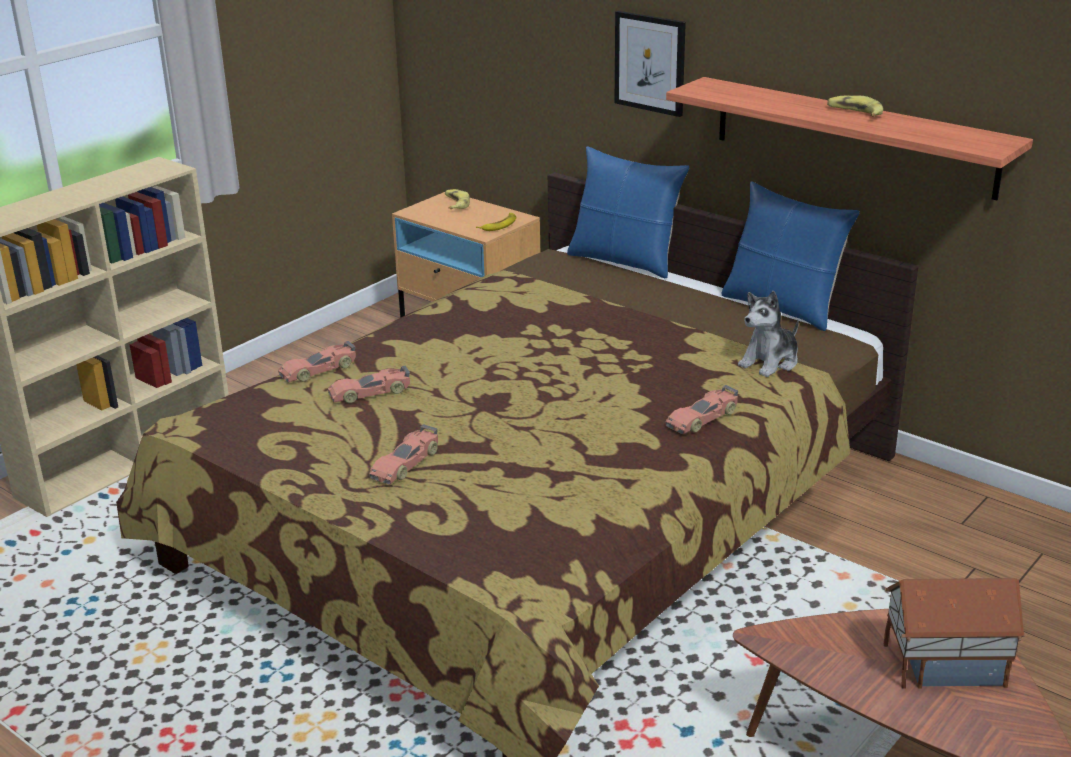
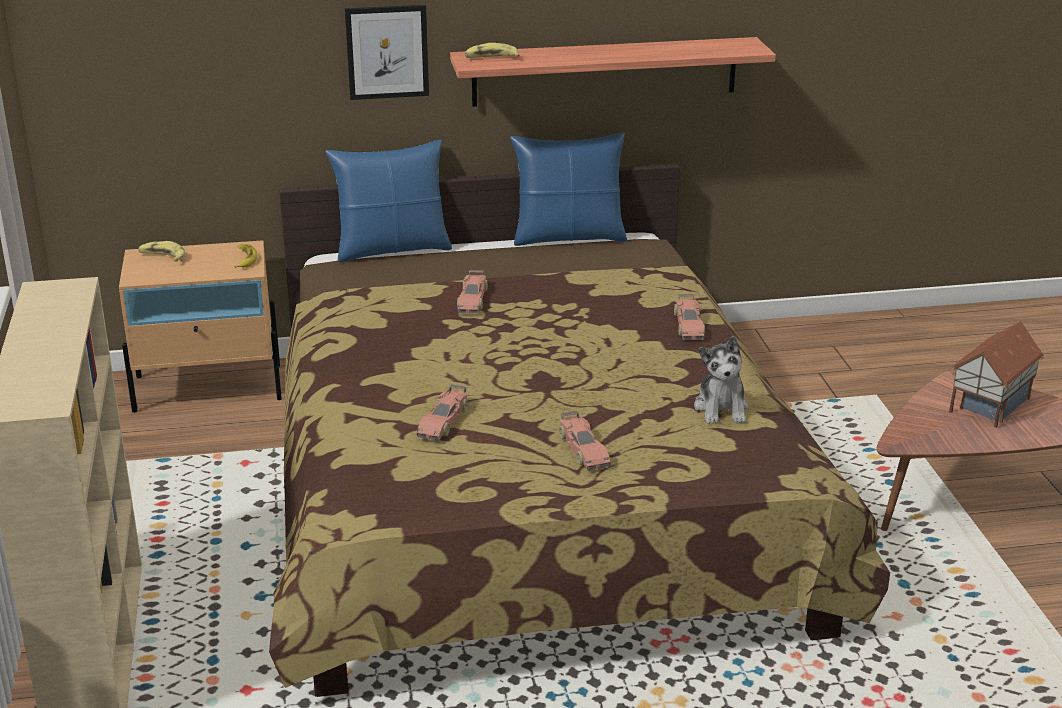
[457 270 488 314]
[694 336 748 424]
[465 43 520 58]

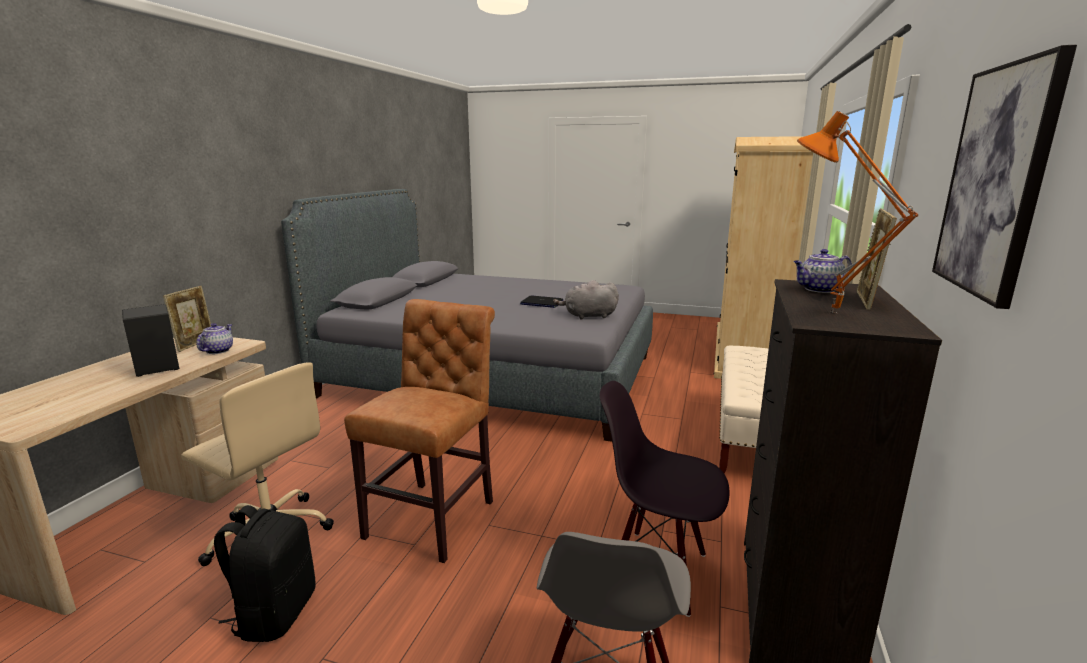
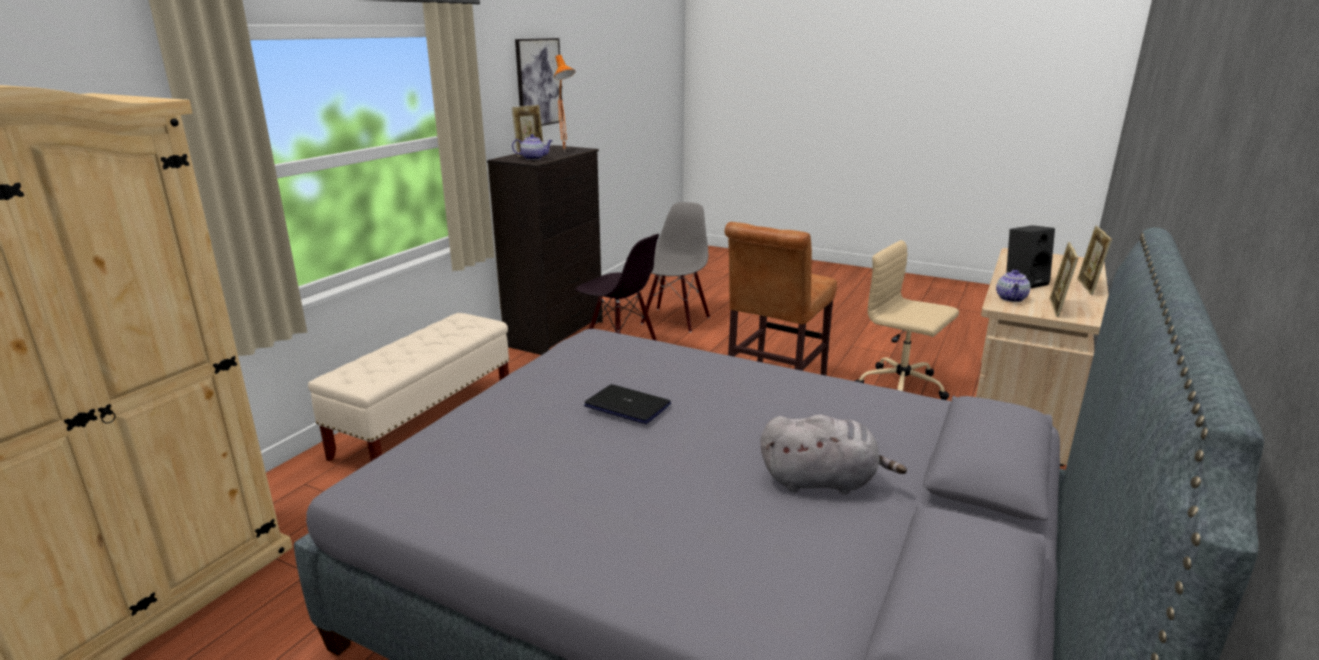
[214 505 316 642] (first image)
[761 415 907 494]
[1077 226 1112 295]

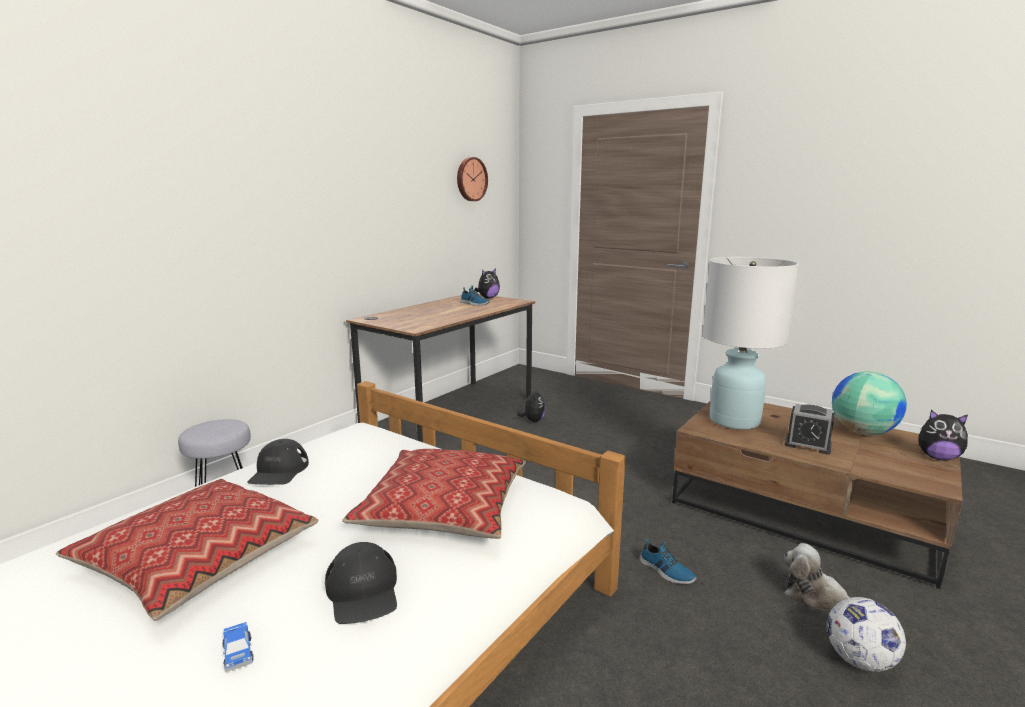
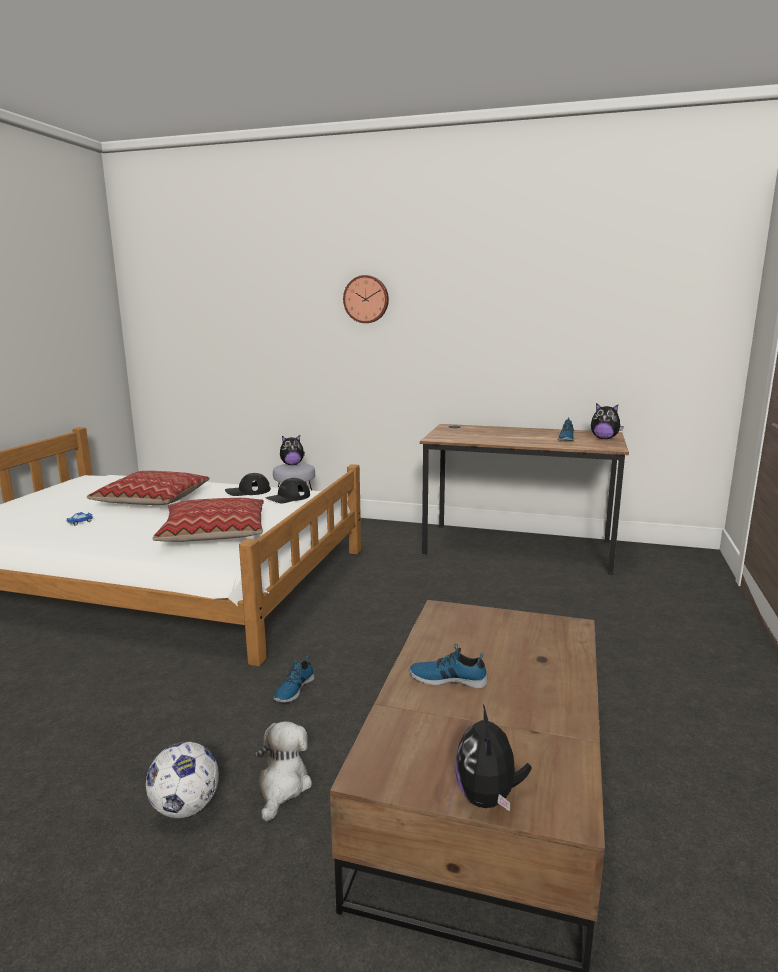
[265 478 310 503]
[343 275 389 323]
[280 435 305 465]
[703 257 799 430] (first image)
[410 644 488 689]
[832 372 907 435] (first image)

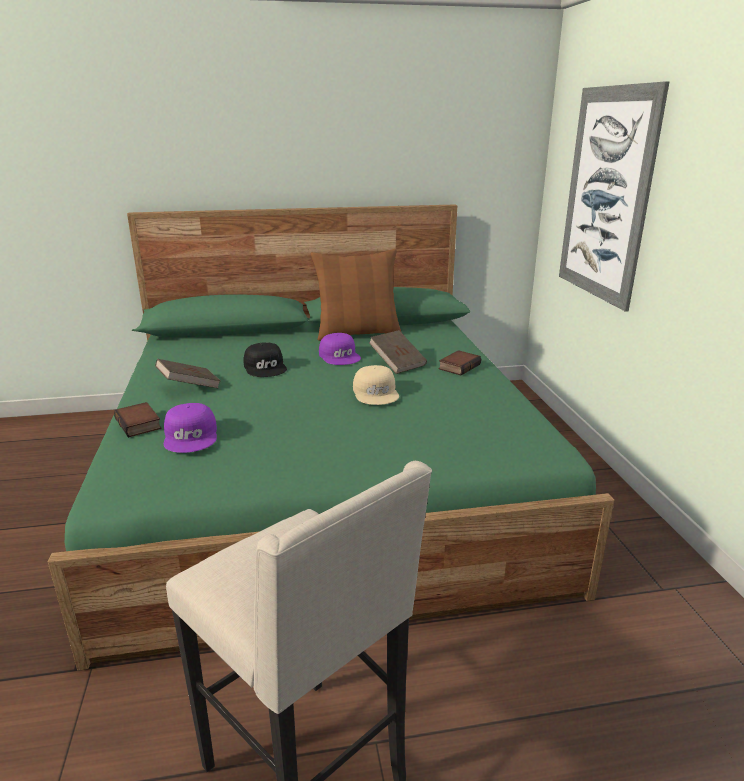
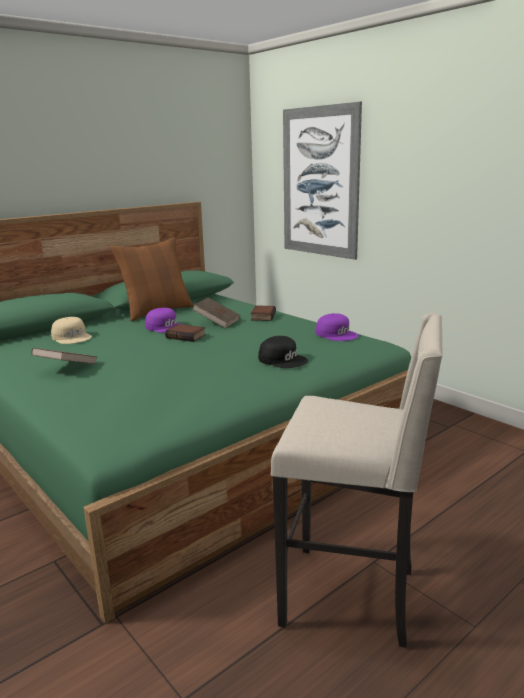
[165 324 206 342]
[316 313 359 341]
[258 336 308 368]
[51 317 92 344]

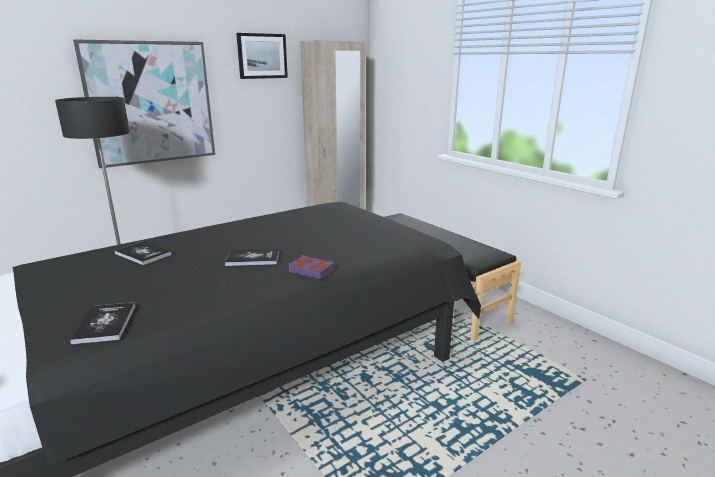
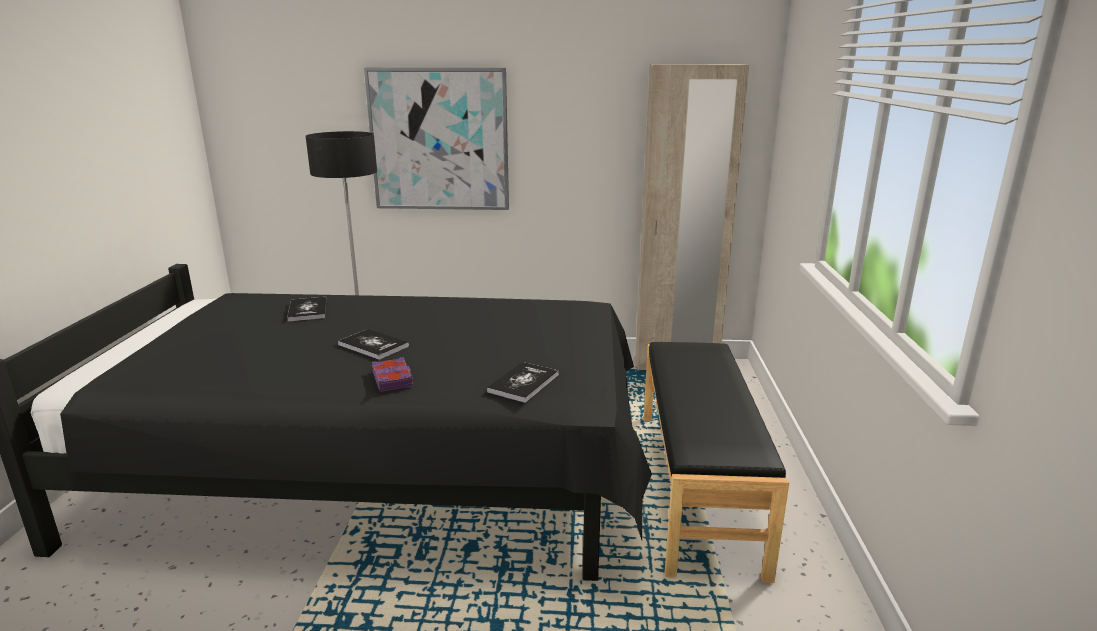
[487 362 559 403]
[236 33 288 79] (first image)

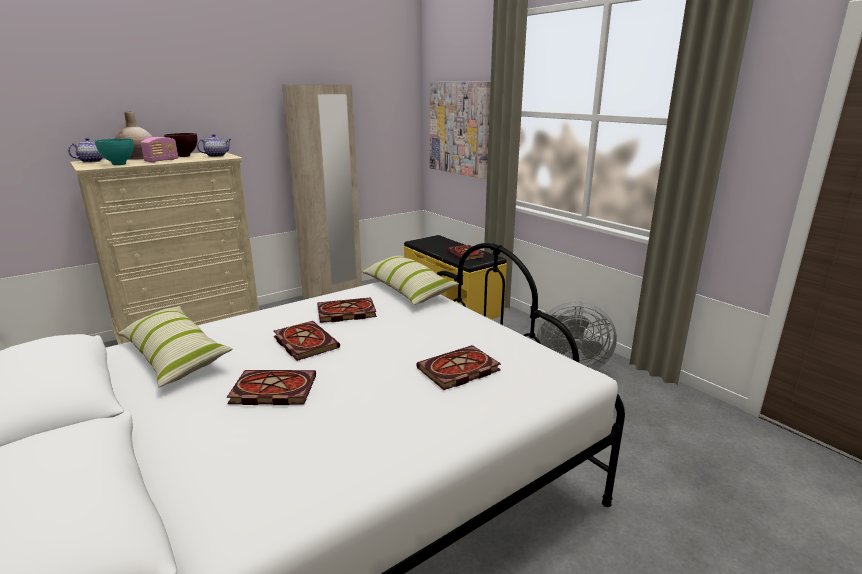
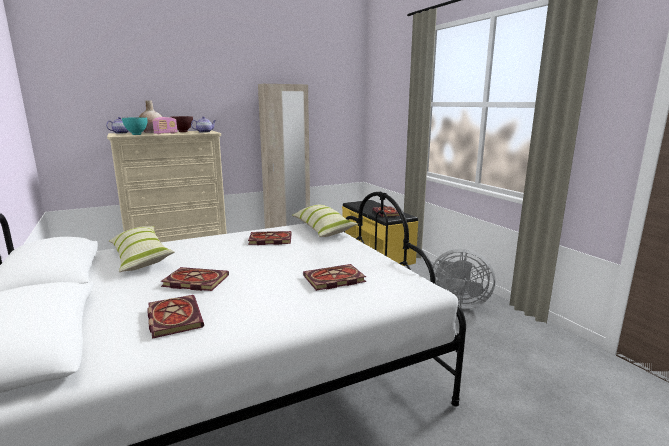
[147 295 204 339]
[430 81 491 179] (first image)

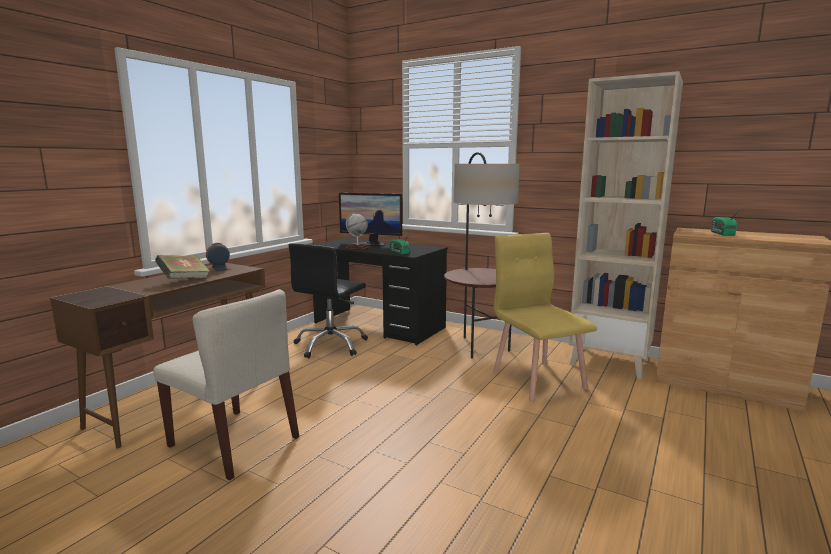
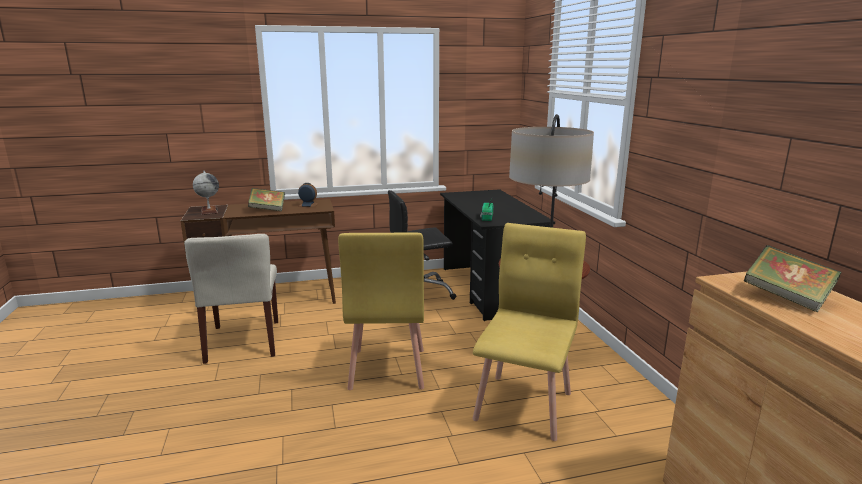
[339 193 402 246] (first image)
[193 171 219 215]
[569 71 683 380] (first image)
[744 245 841 313]
[338 232 424 390]

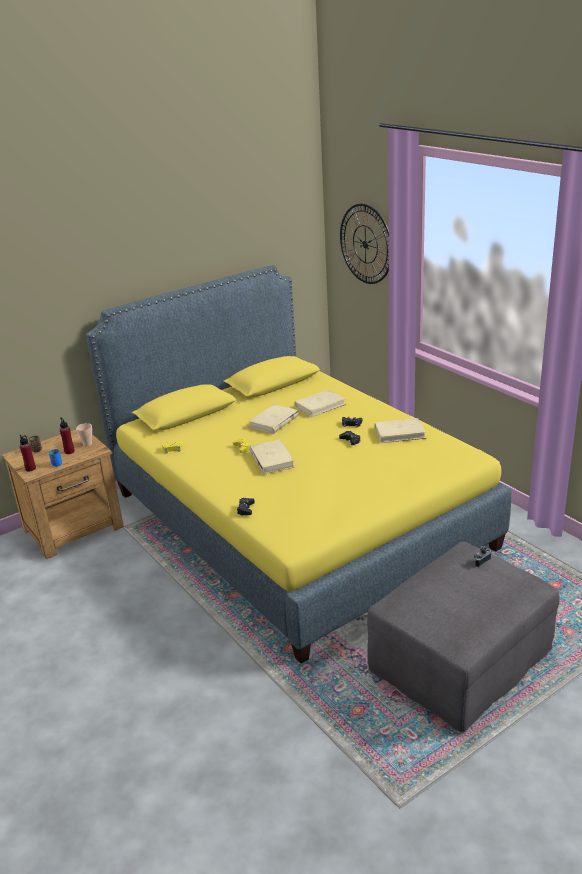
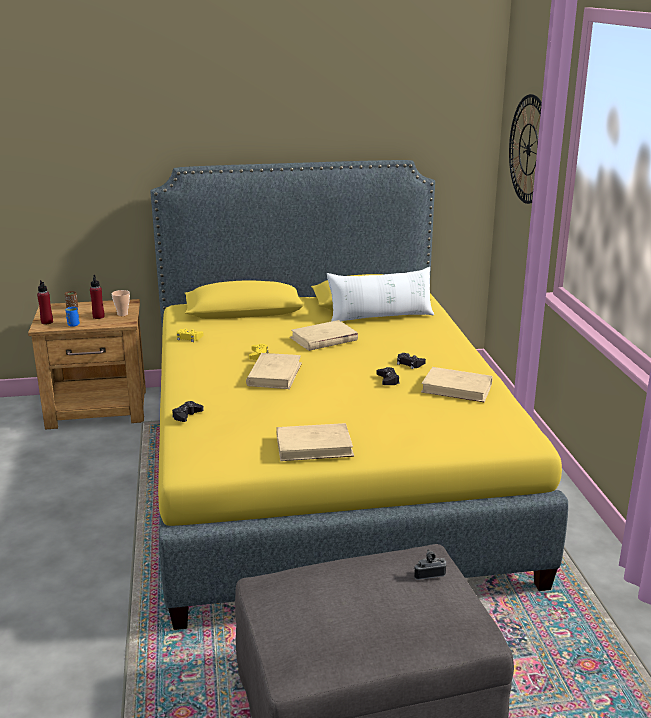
[276 423 354 461]
[327 267 434 321]

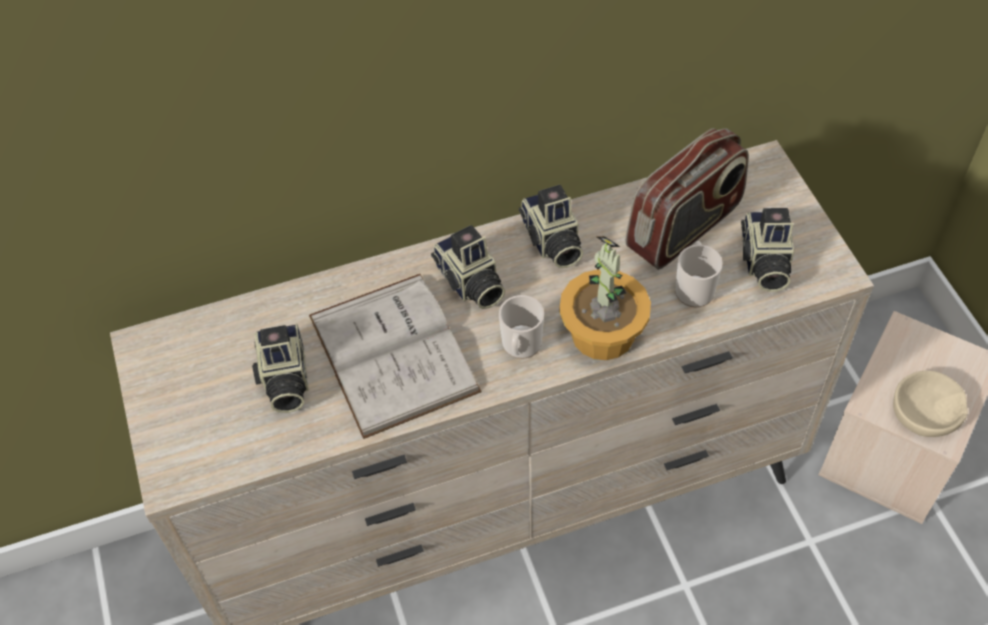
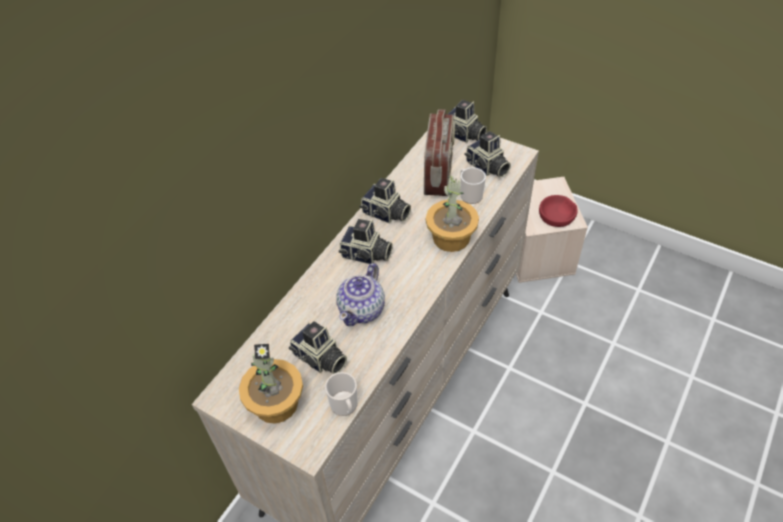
[336 263 385 326]
[325 372 358 416]
[539 195 578 227]
[239 344 303 424]
[448 100 487 143]

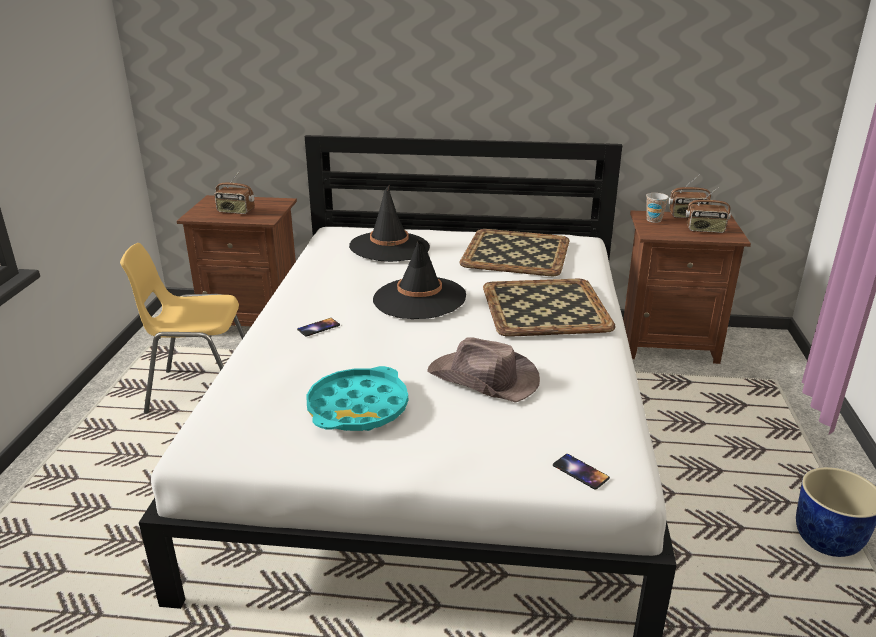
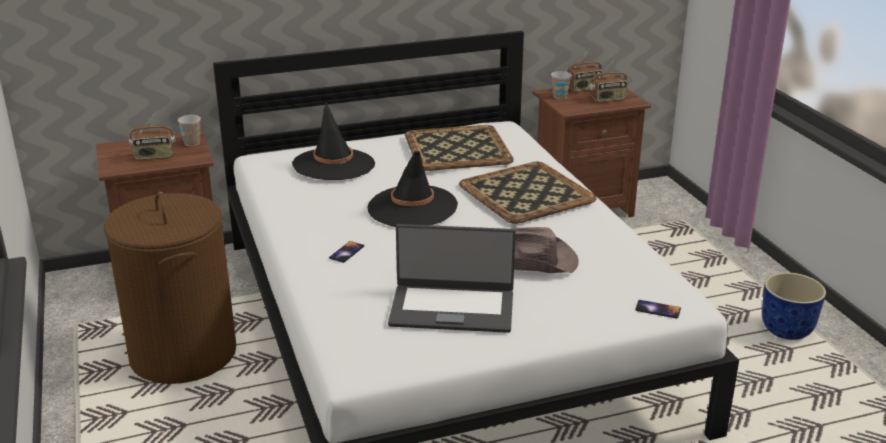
[103 193 236 384]
[388 224 515 333]
[178 115 201 146]

